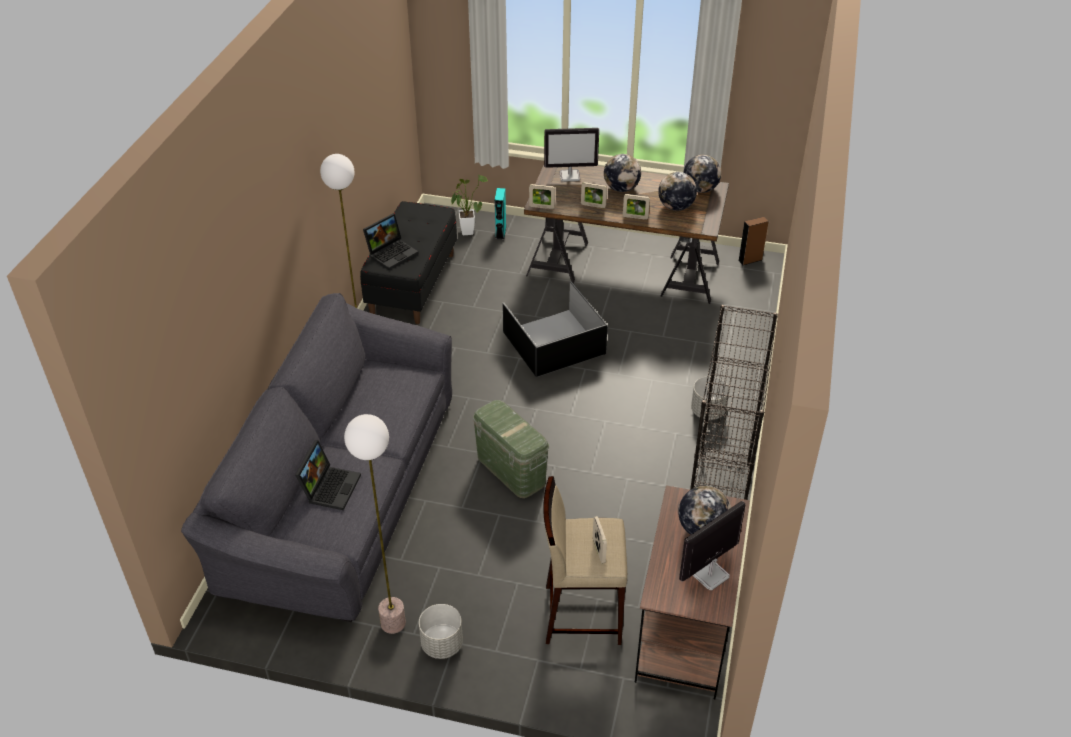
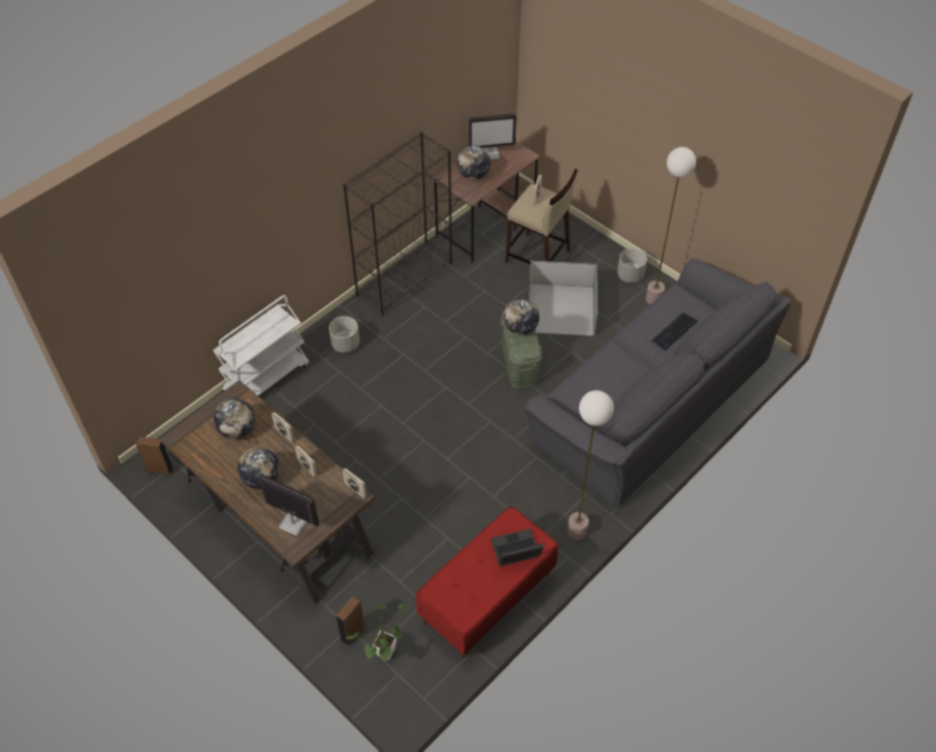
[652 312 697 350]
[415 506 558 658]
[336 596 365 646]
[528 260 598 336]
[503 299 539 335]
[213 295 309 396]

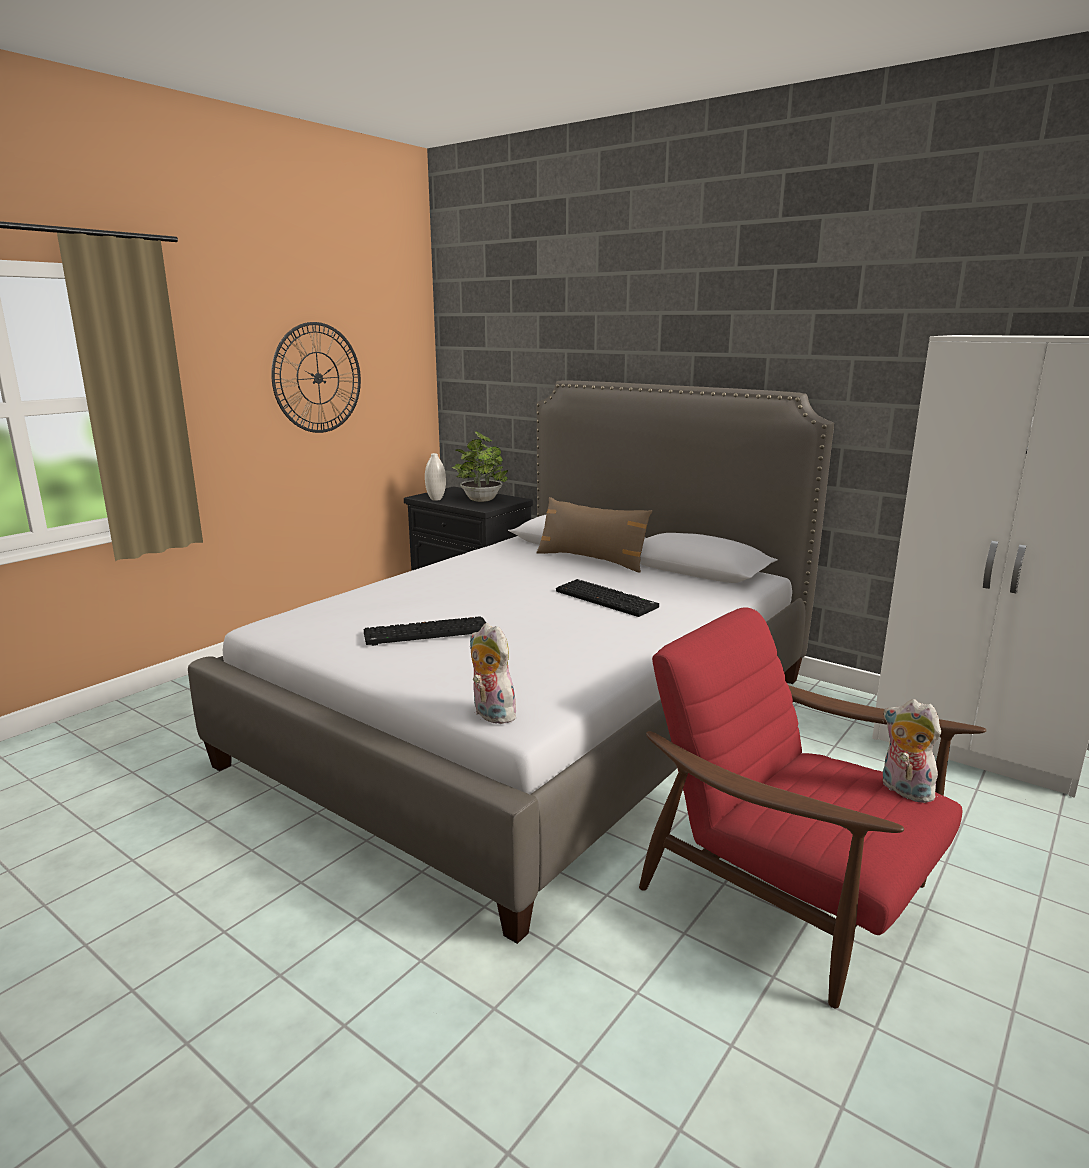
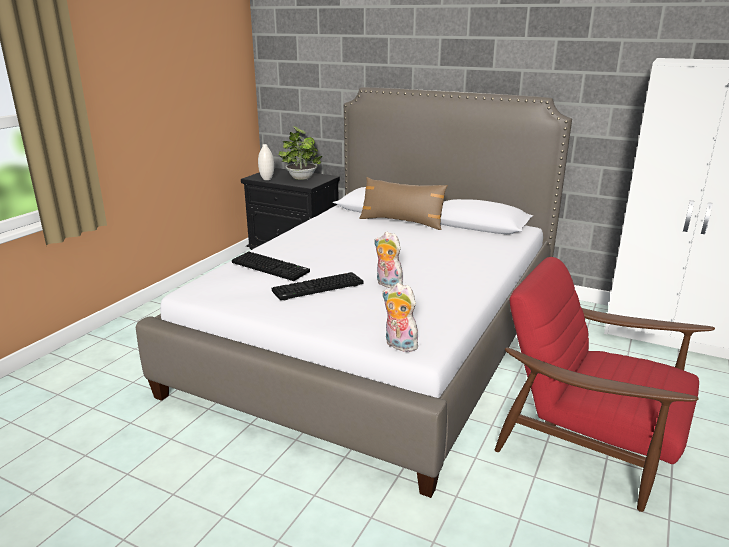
[271 322 361 433] (first image)
[232 252 310 281]
[374 232 403 288]

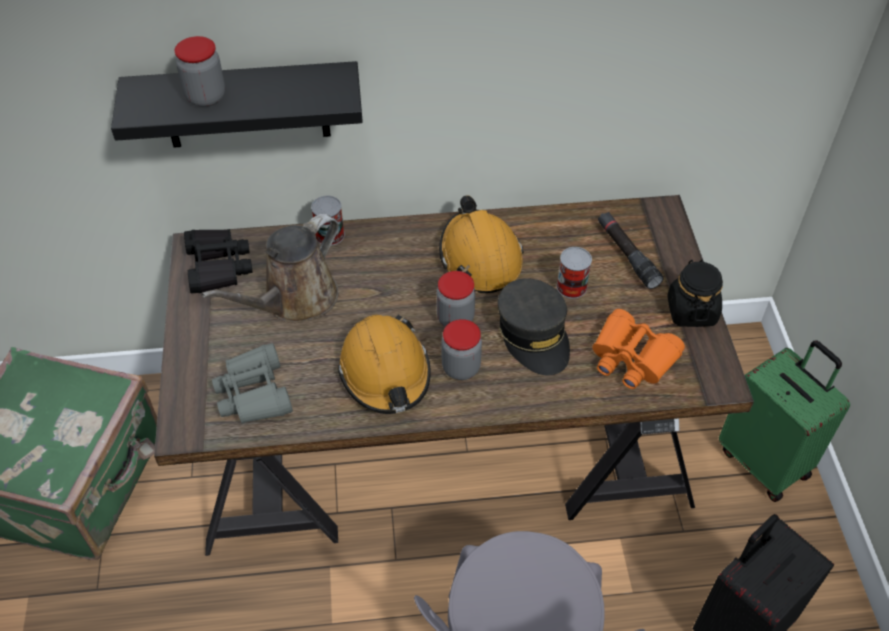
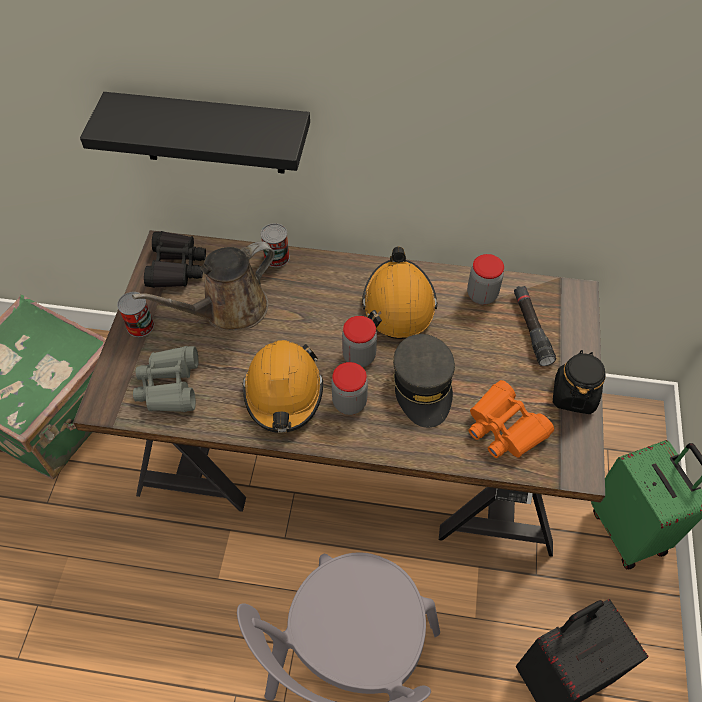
[467 254 504 305]
[117 292 154 337]

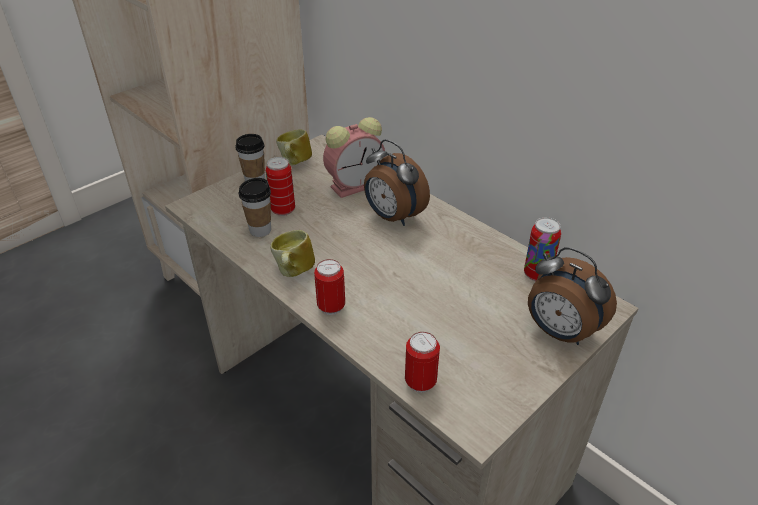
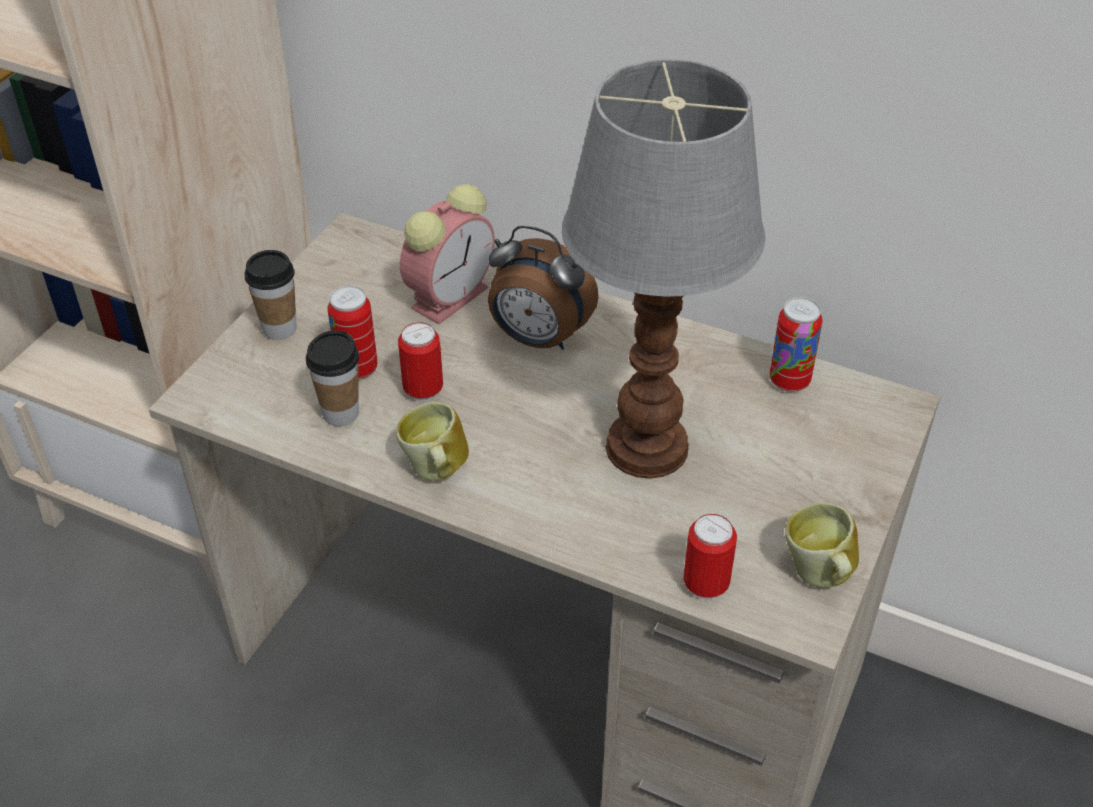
[785 502 859 587]
[398 322 443 402]
[528 247 617 345] (first image)
[562 59 765 479]

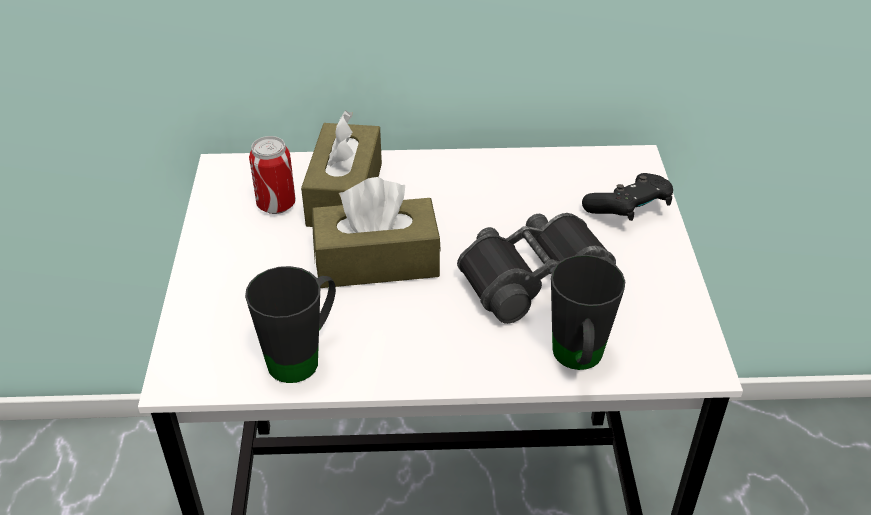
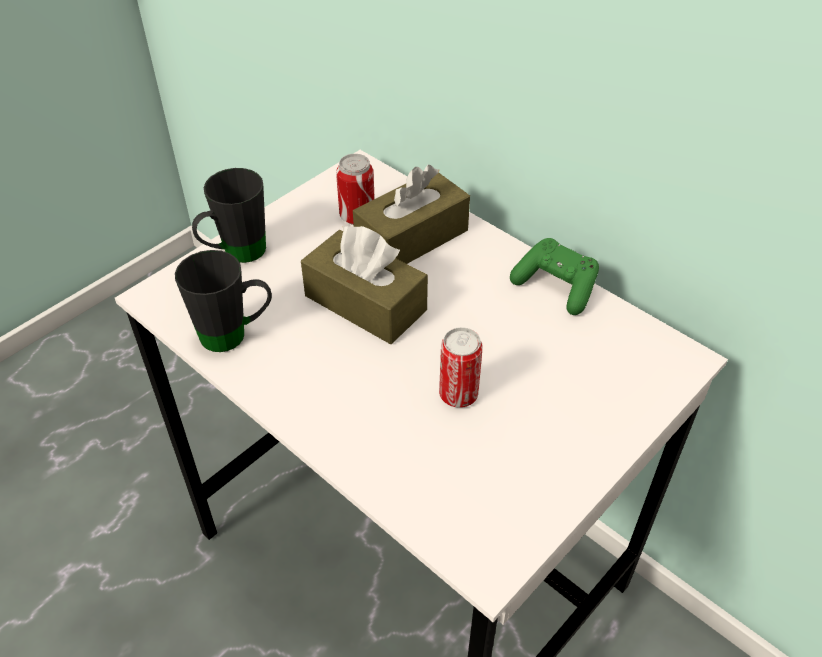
[439 327 483 408]
[192 168 266 263]
[582 173 673 221] (first image)
[510 238 599 315]

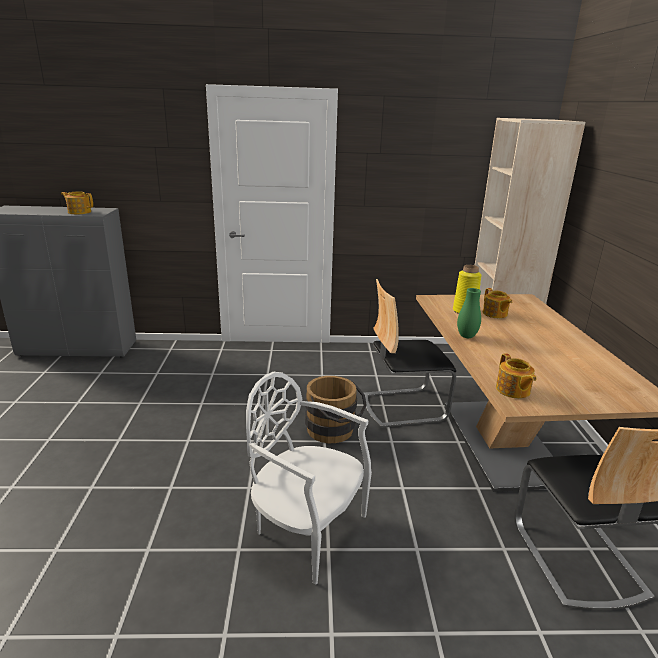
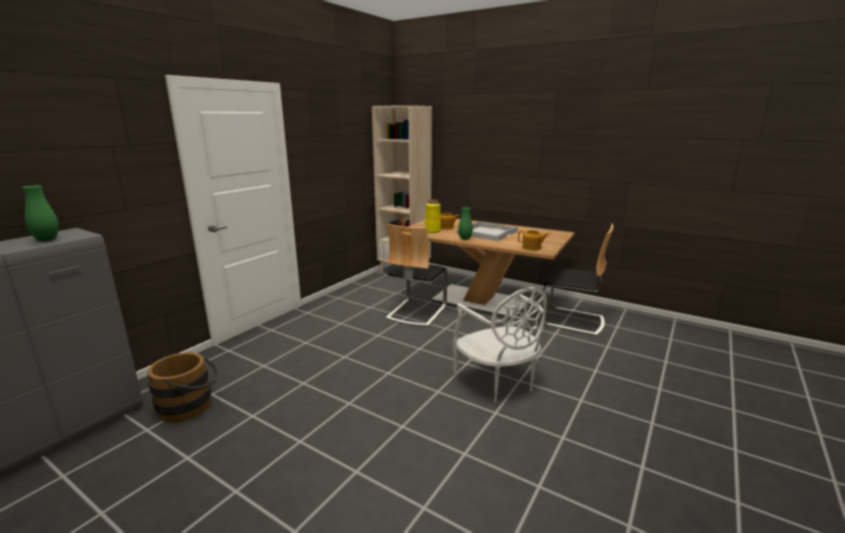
[22 185 59 241]
[453 287 547 403]
[147 352 218 423]
[457 221 518 241]

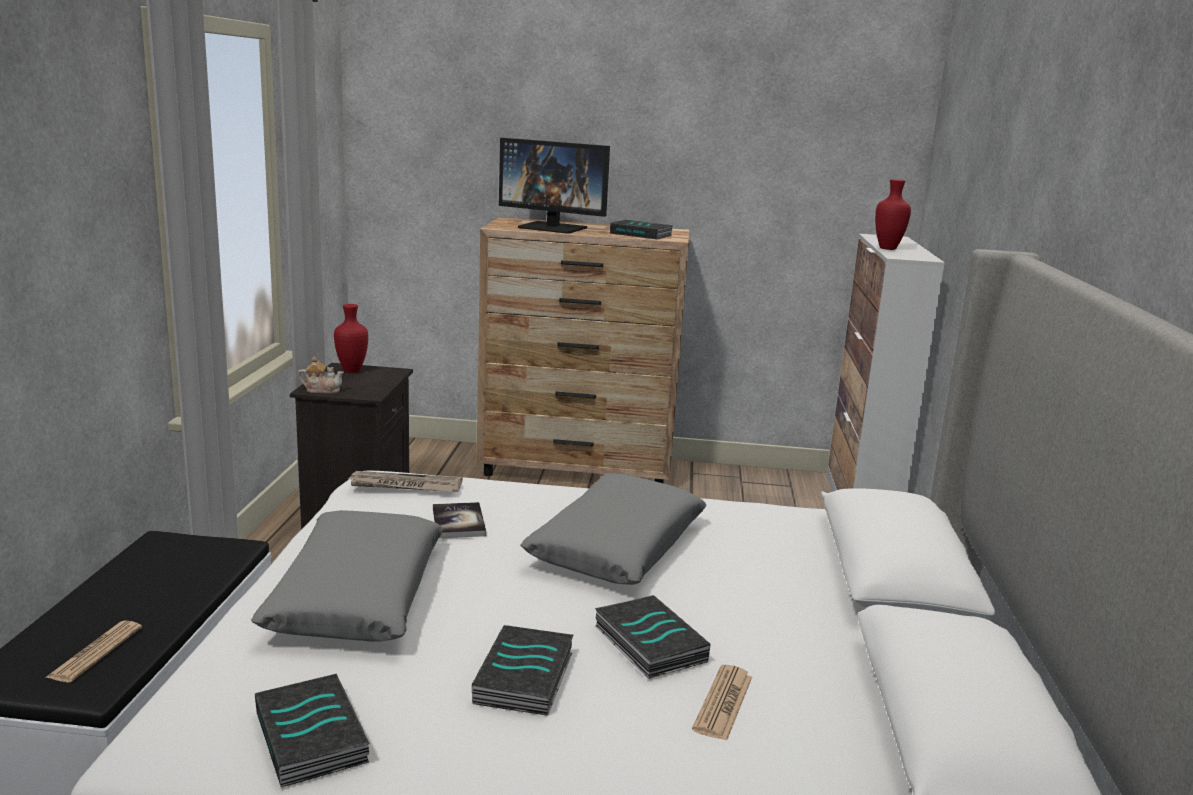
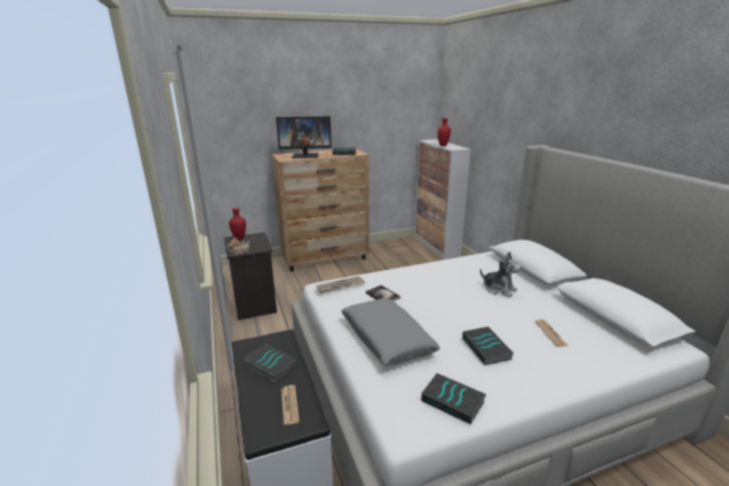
[520 473 707 585] (first image)
[243 344 295 382]
[480 251 521 297]

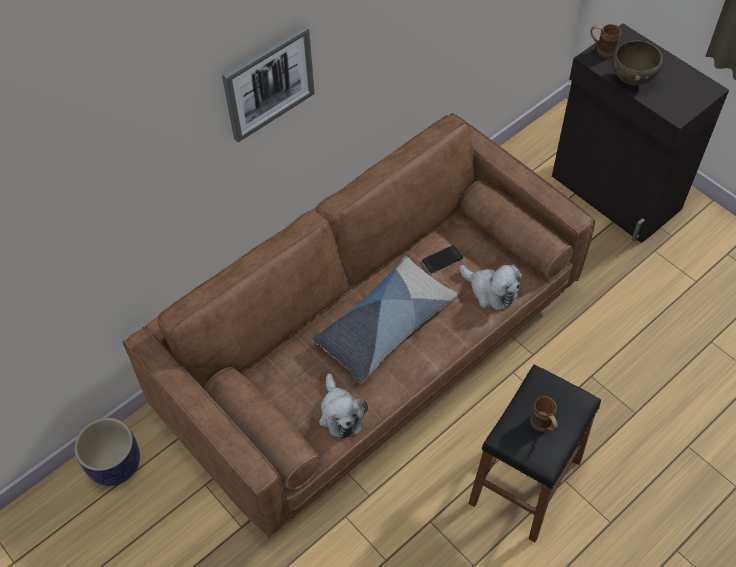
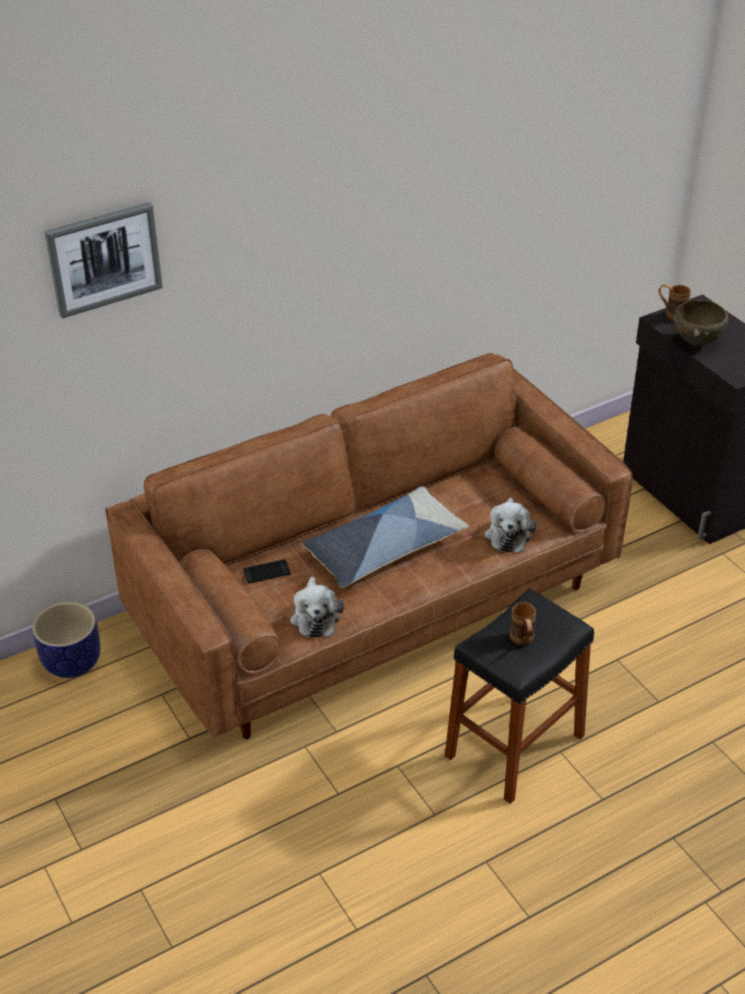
[44 202 163 319]
[243 559 291 584]
[485 498 536 553]

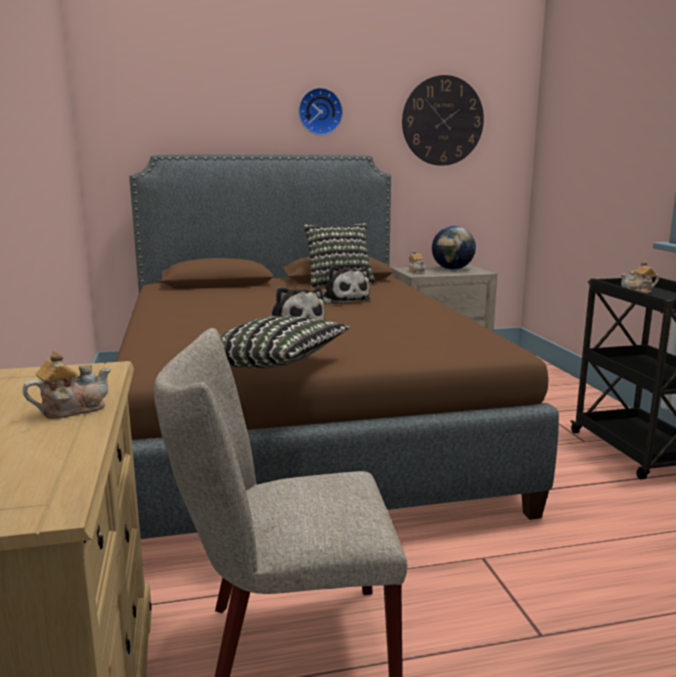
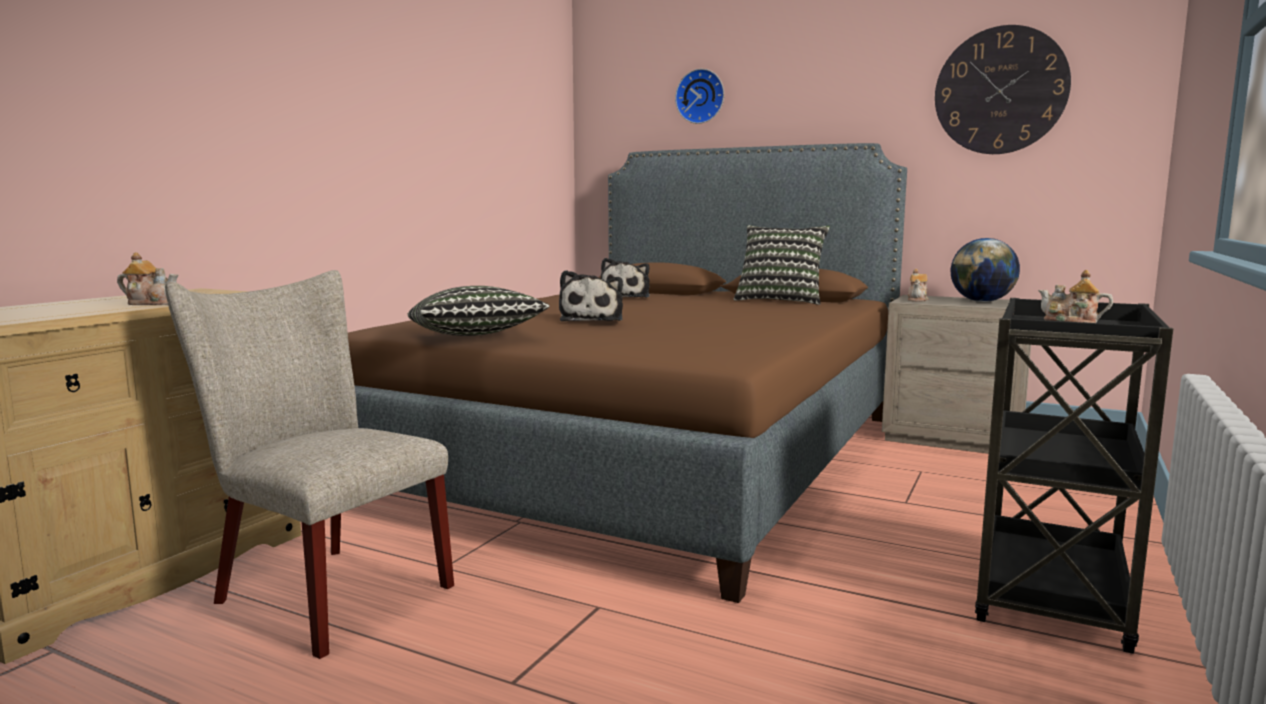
[675 69 724 124]
[601 258 650 298]

